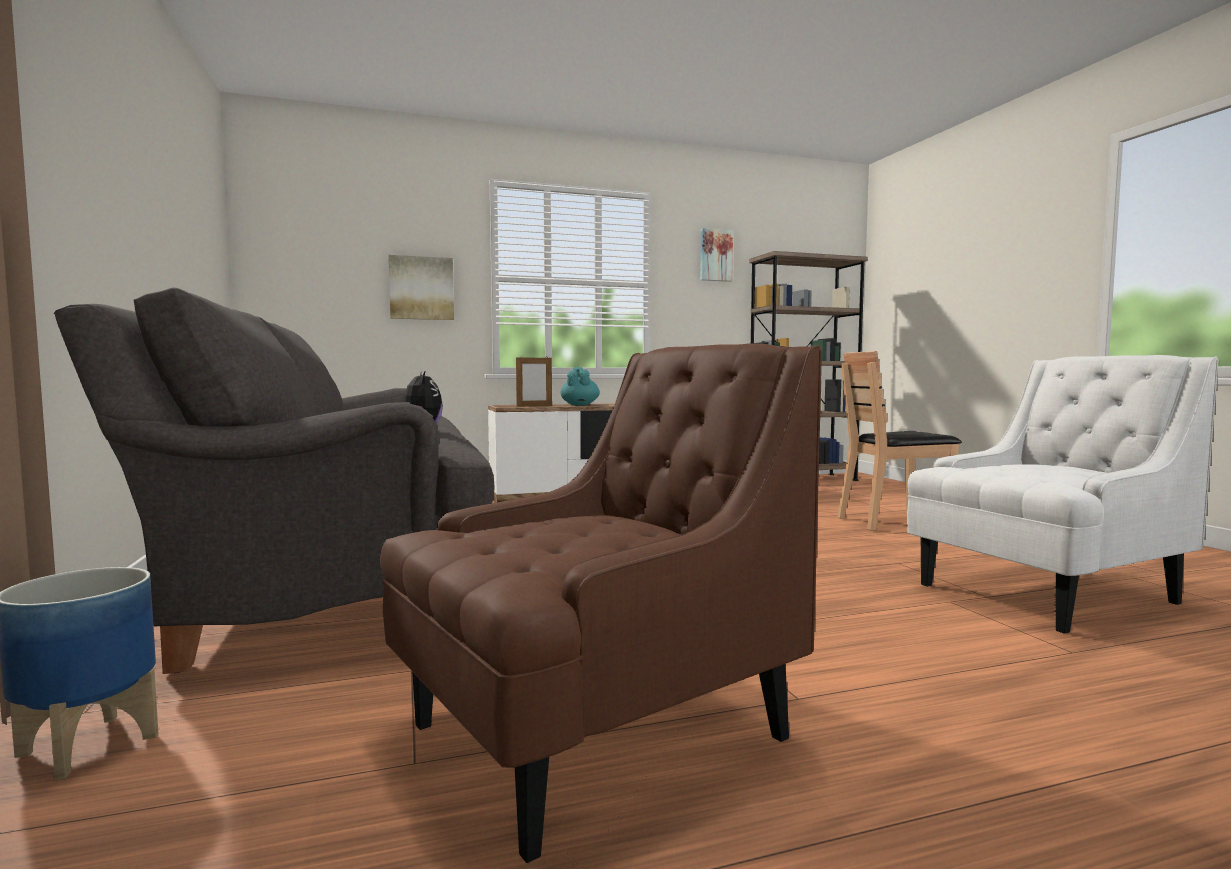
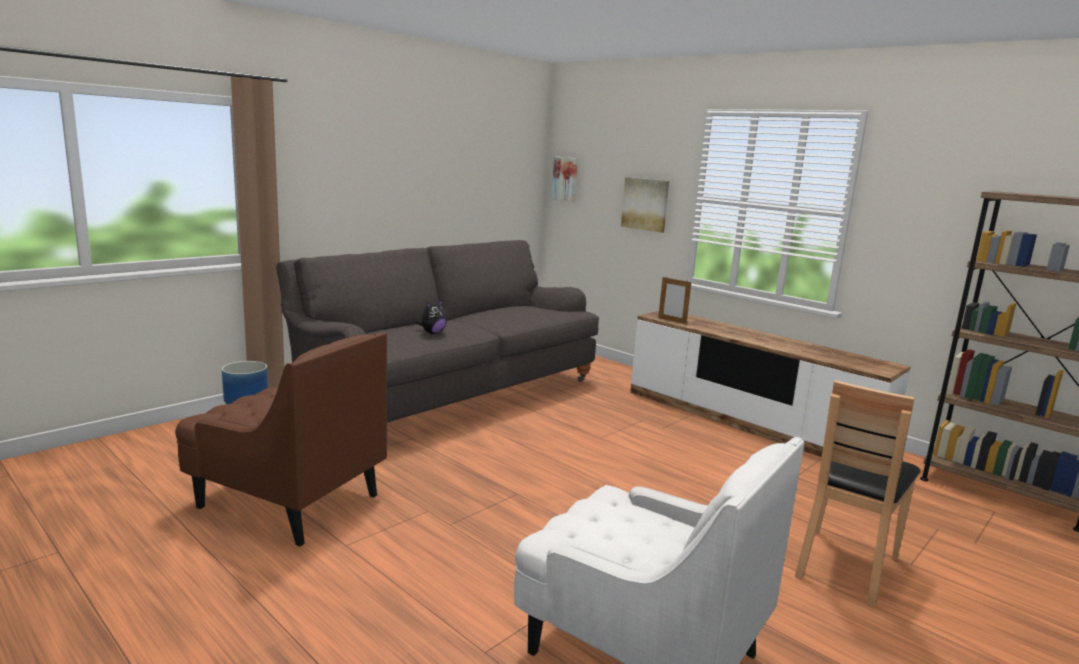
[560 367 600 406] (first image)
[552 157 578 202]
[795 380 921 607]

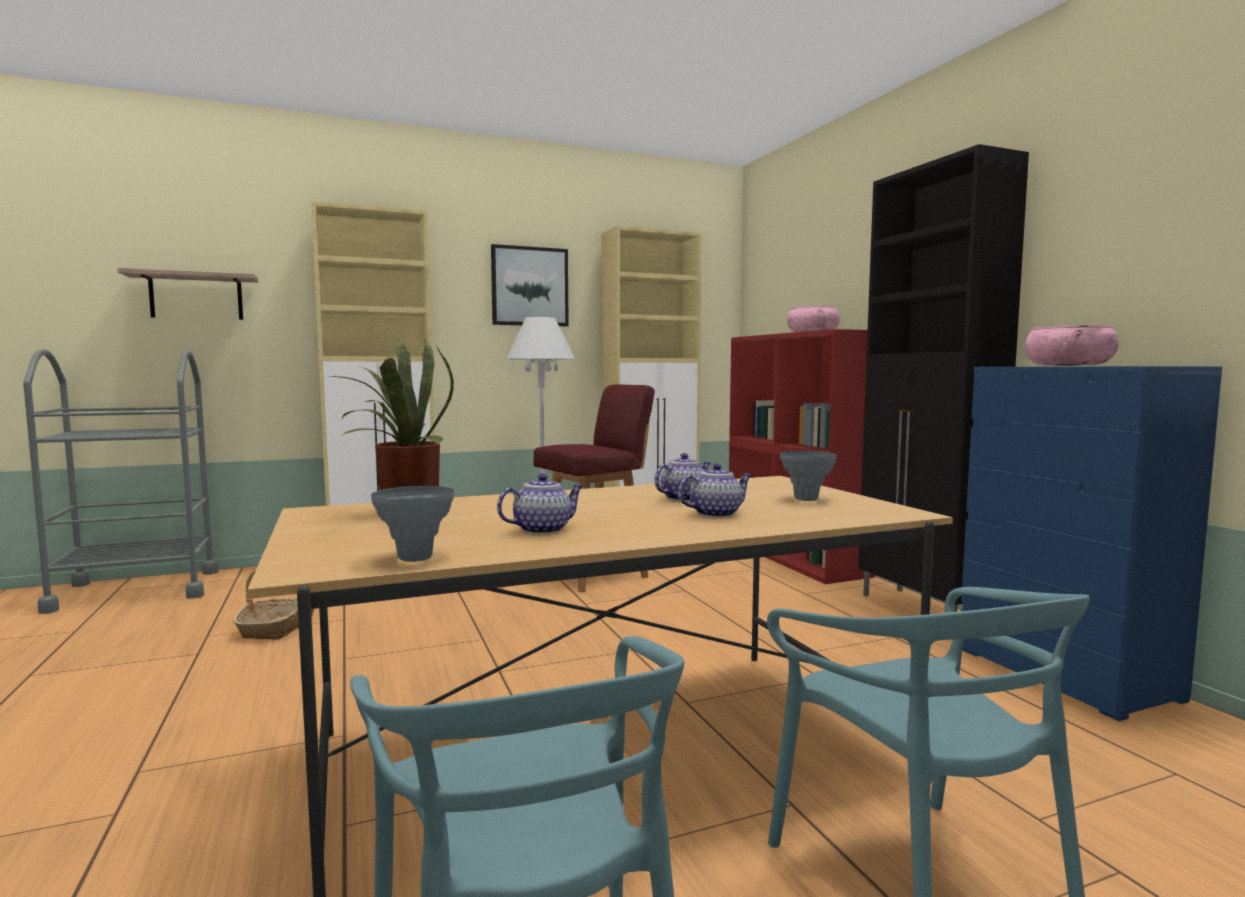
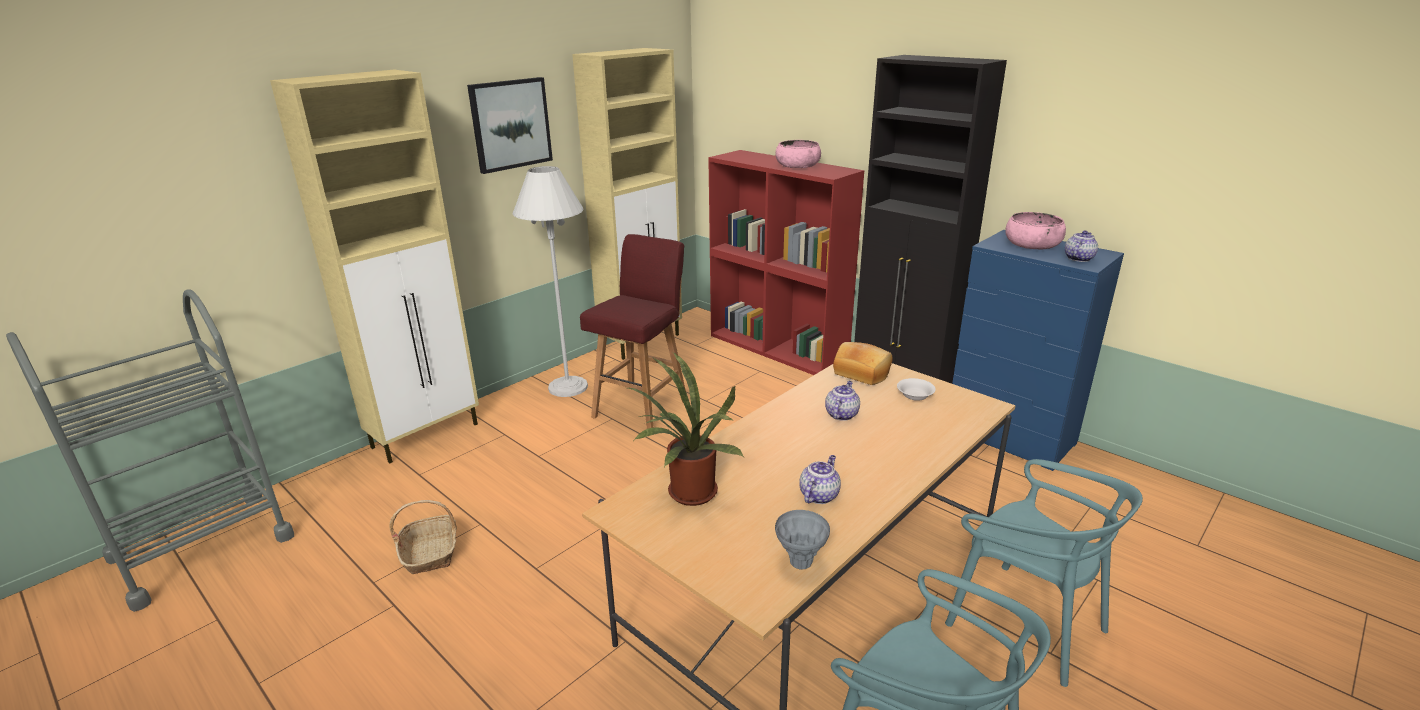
[117 268 258 320] (first image)
[1065 230 1098 262]
[897 378 936 401]
[833 342 893 385]

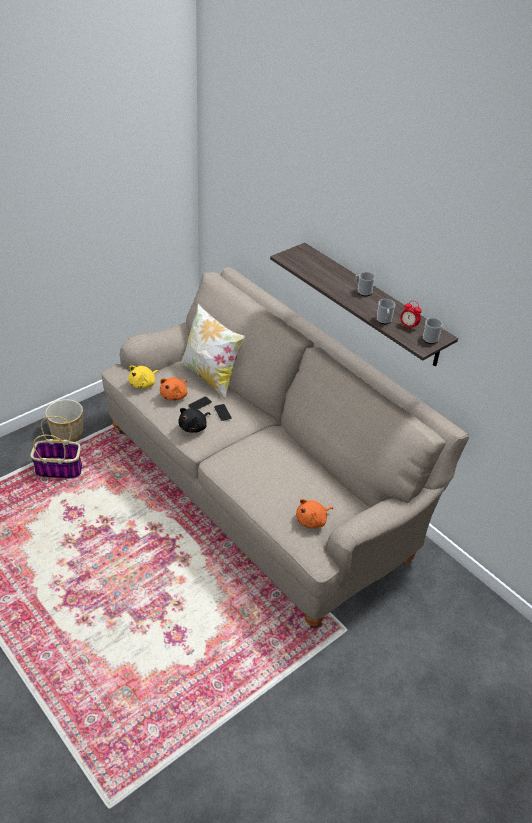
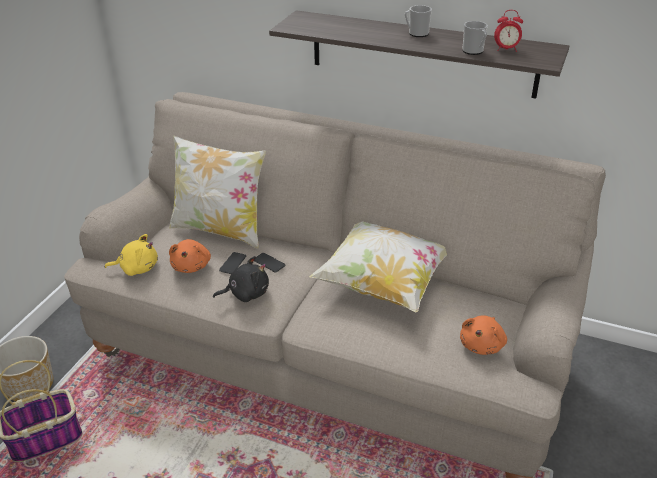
[104 234 158 276]
[213 256 269 302]
[423 318 443 344] (first image)
[309 222 447 312]

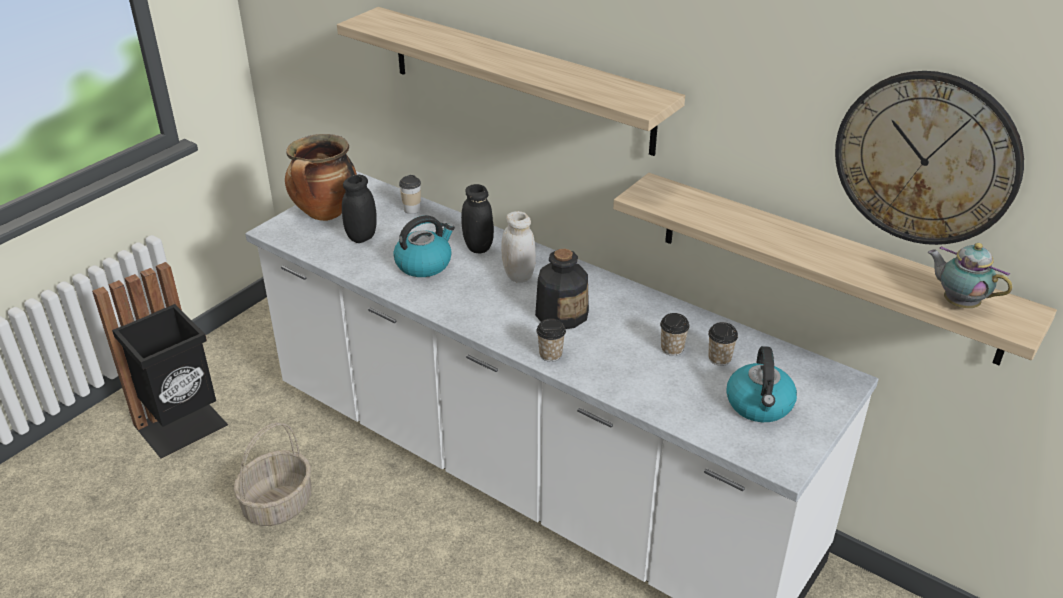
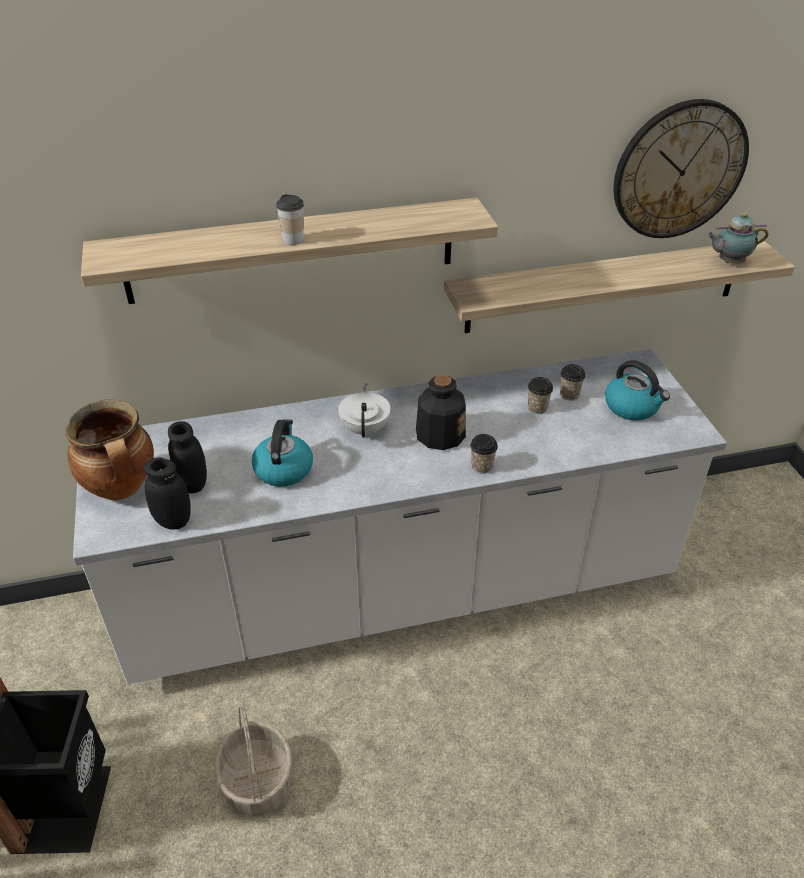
[276 194 304 245]
[144 458 191 530]
[338 384 391 438]

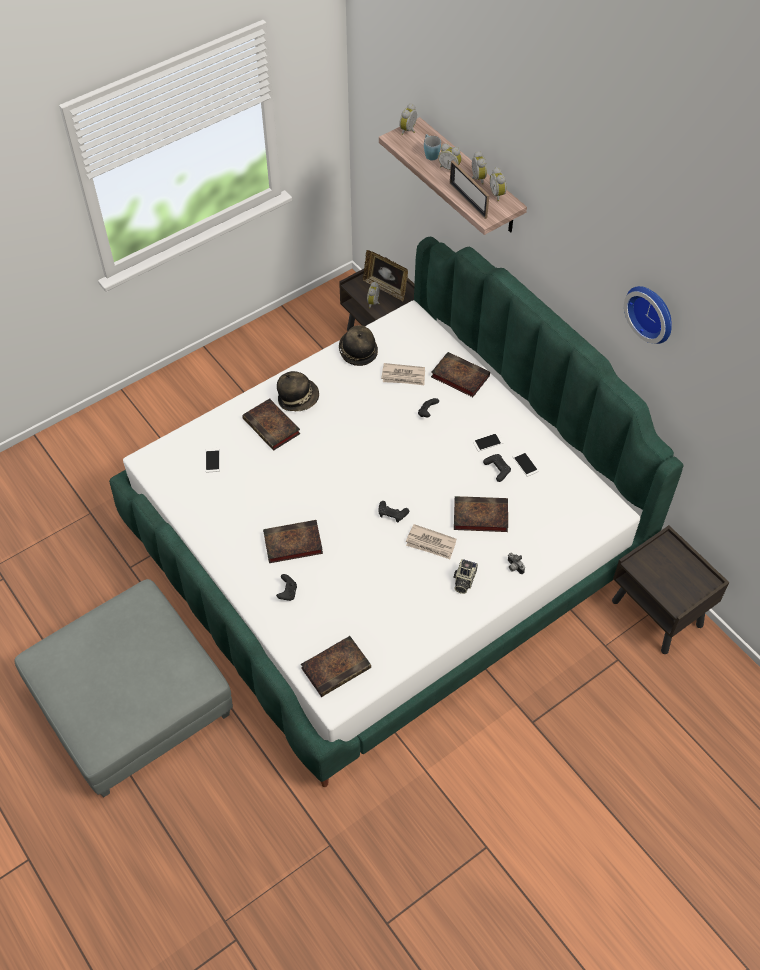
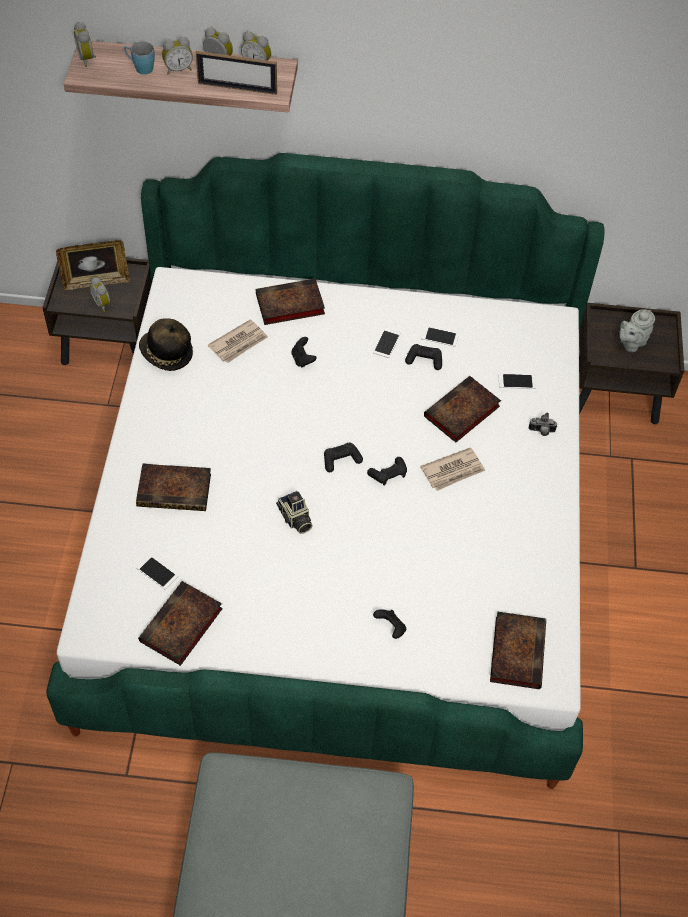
[138 581 223 666]
[277 371 319 411] (first image)
[276 491 313 534]
[624 286 672 344] (first image)
[324 442 363 472]
[498 373 536 389]
[619 309 655 352]

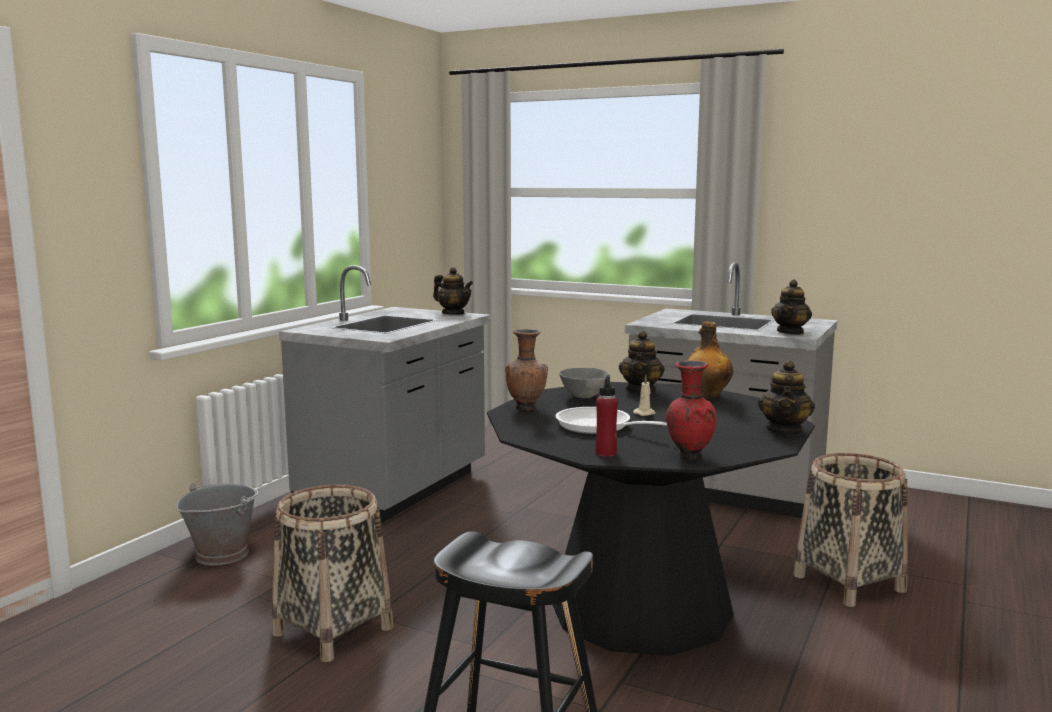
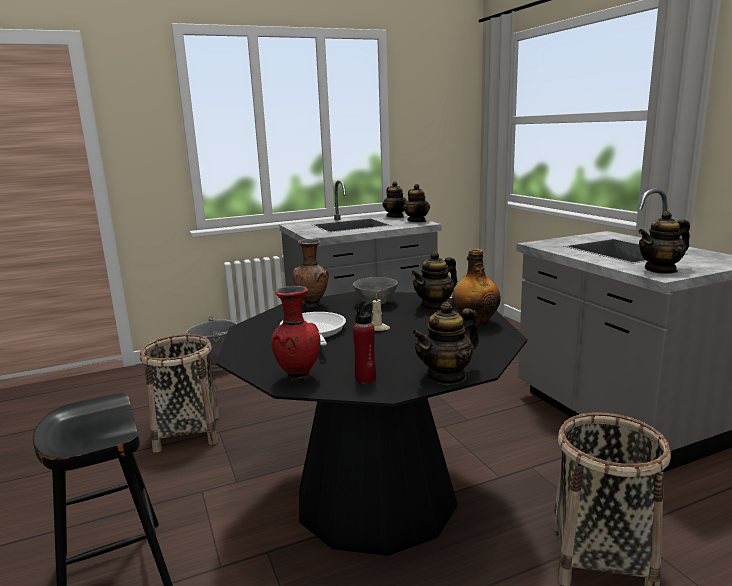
[353 302 376 383]
[383 181 407 218]

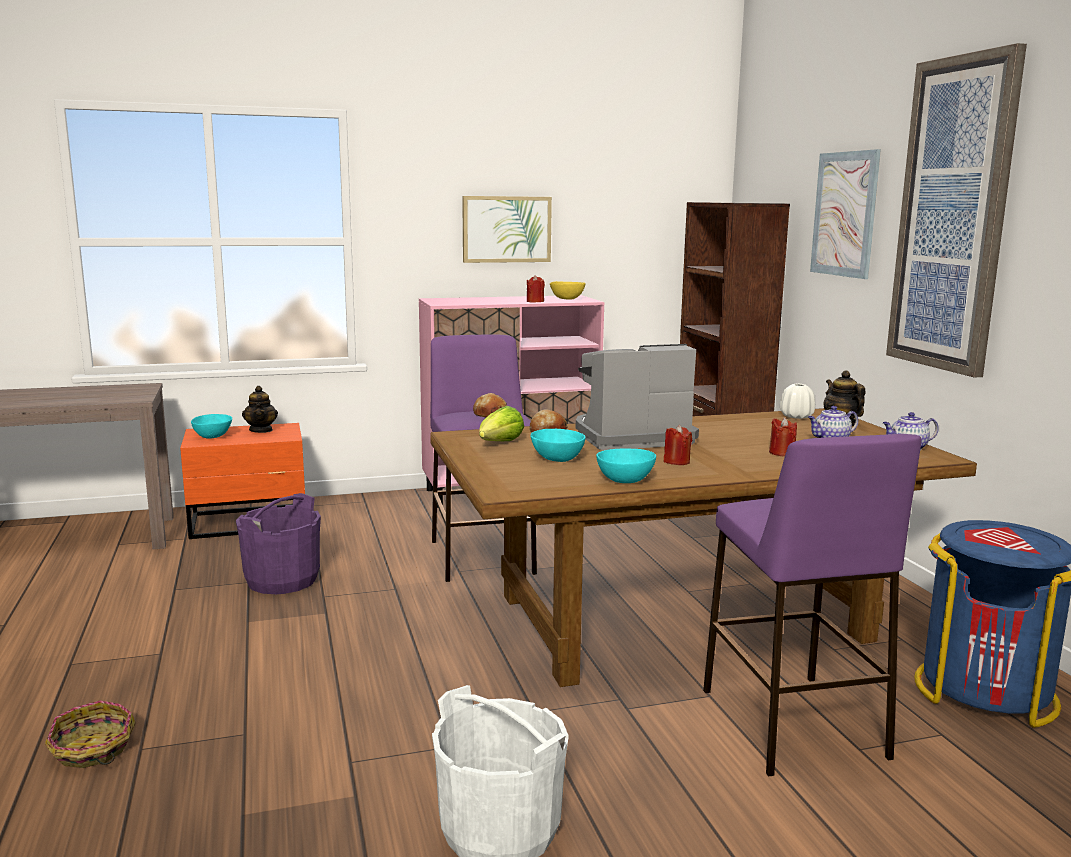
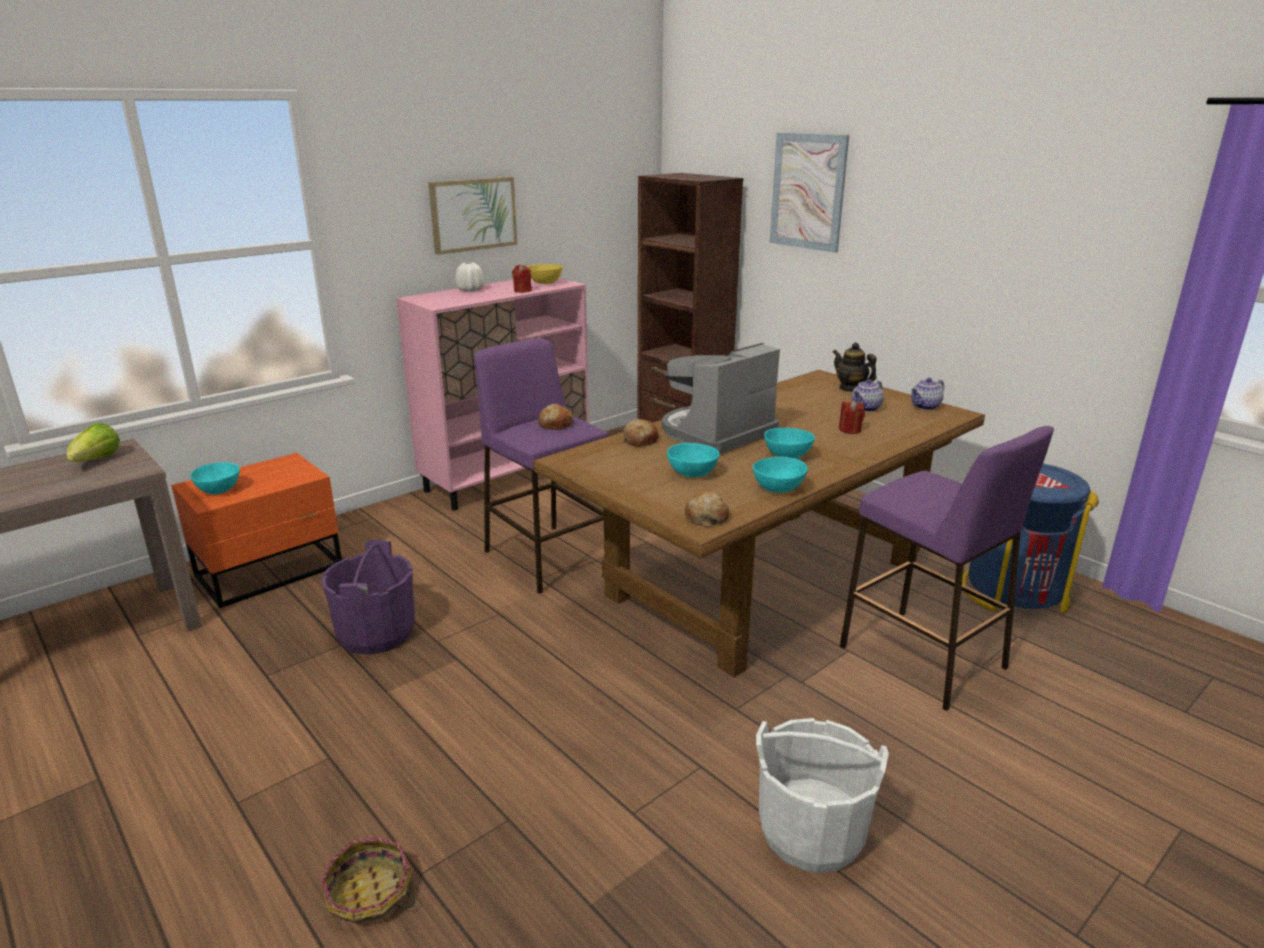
[242 386 278 433] (first image)
[67 423 120 462]
[764 428 815 459]
[455 262 484 292]
[886 43 1027 378] (first image)
[685 491 729 527]

